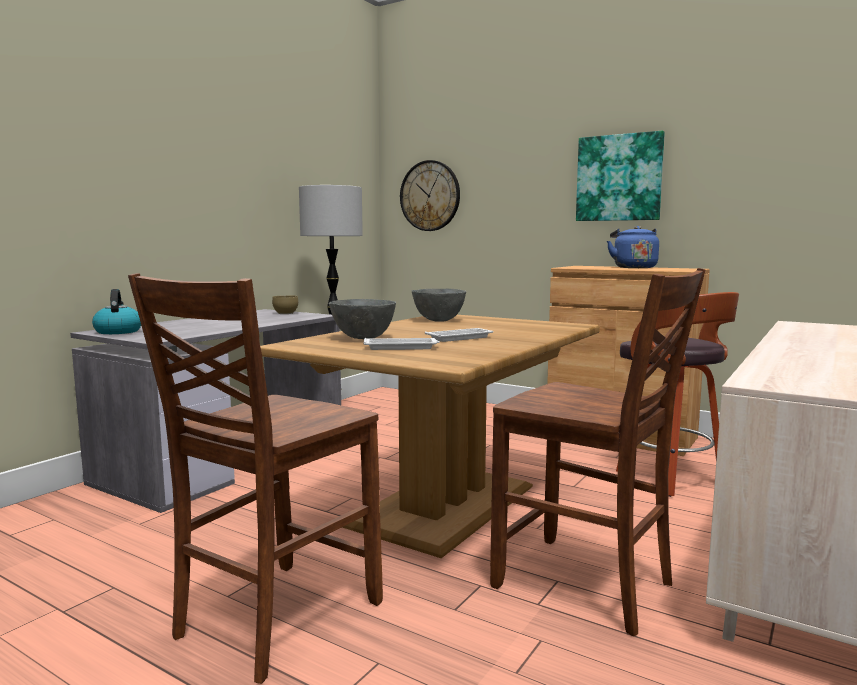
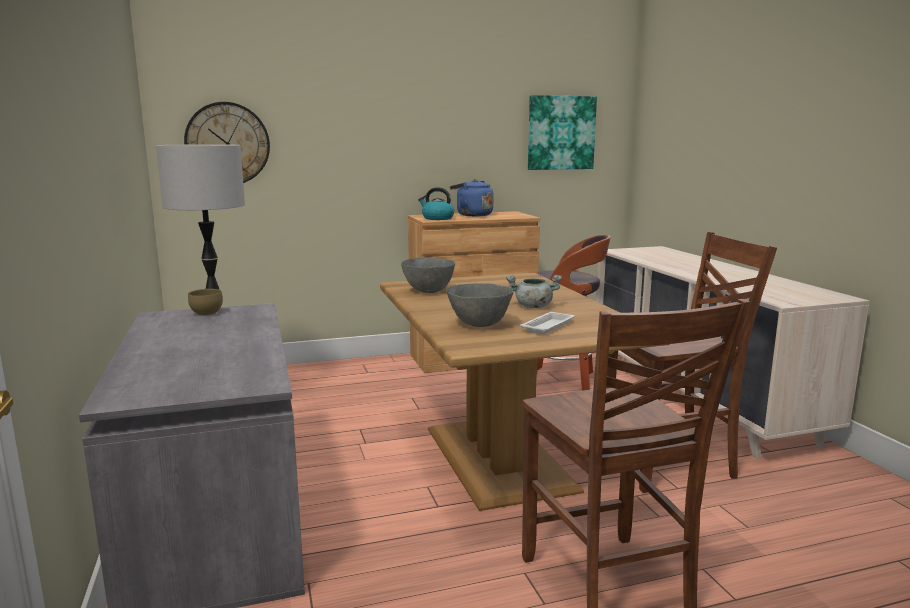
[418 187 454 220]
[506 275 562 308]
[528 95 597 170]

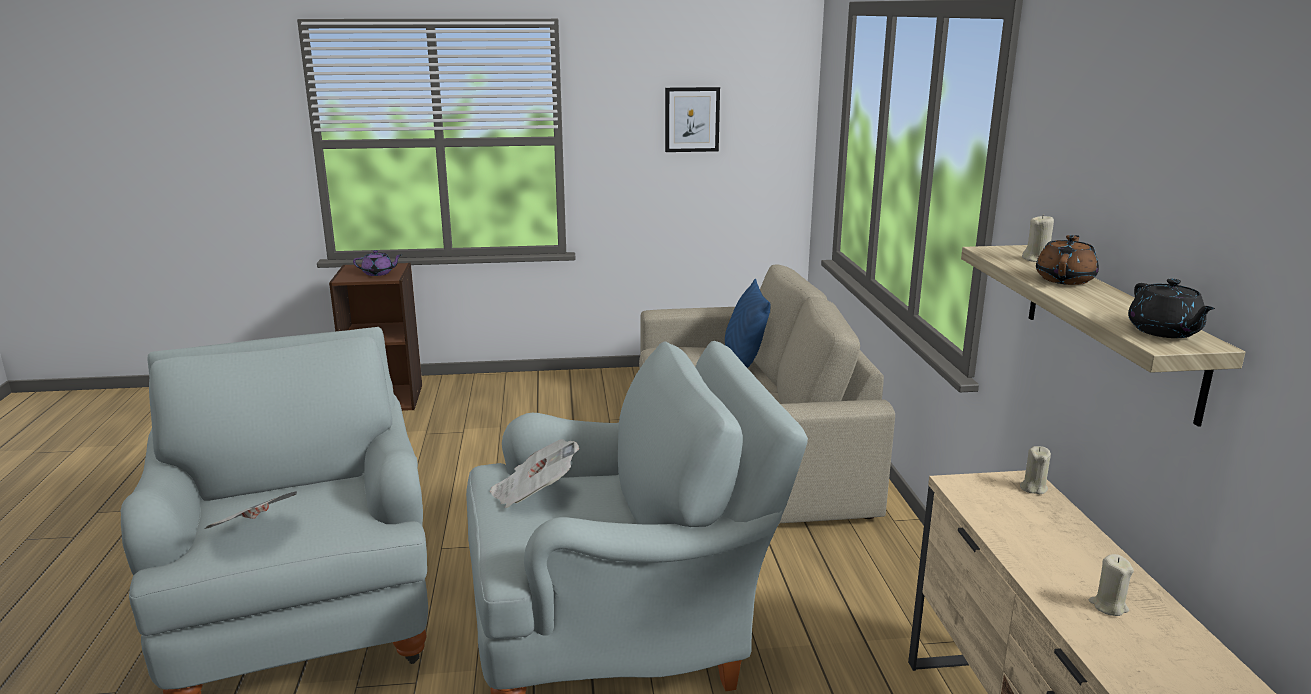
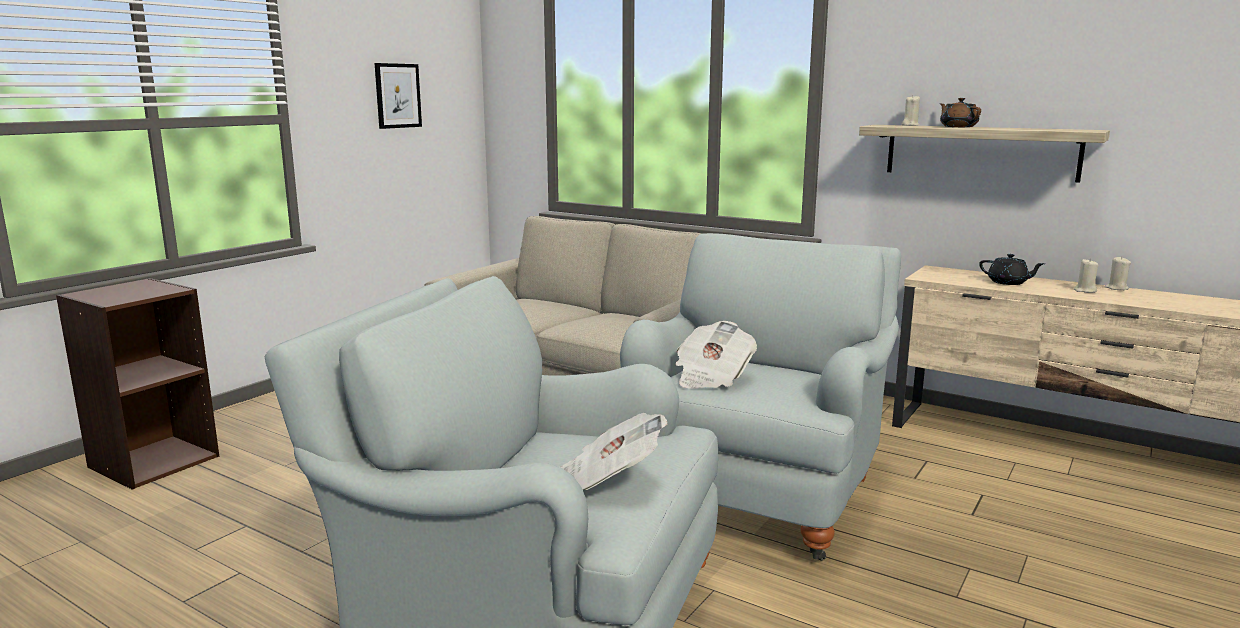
[353 250 402 276] (first image)
[725 279 770 368] (first image)
[1104 256 1131 290]
[979 254 1045 285]

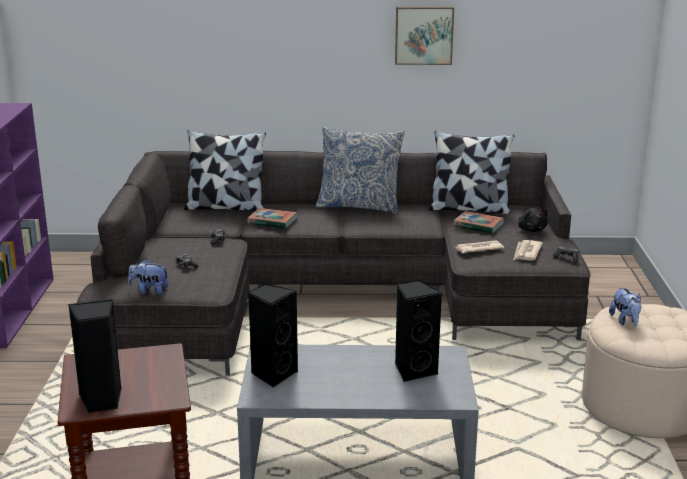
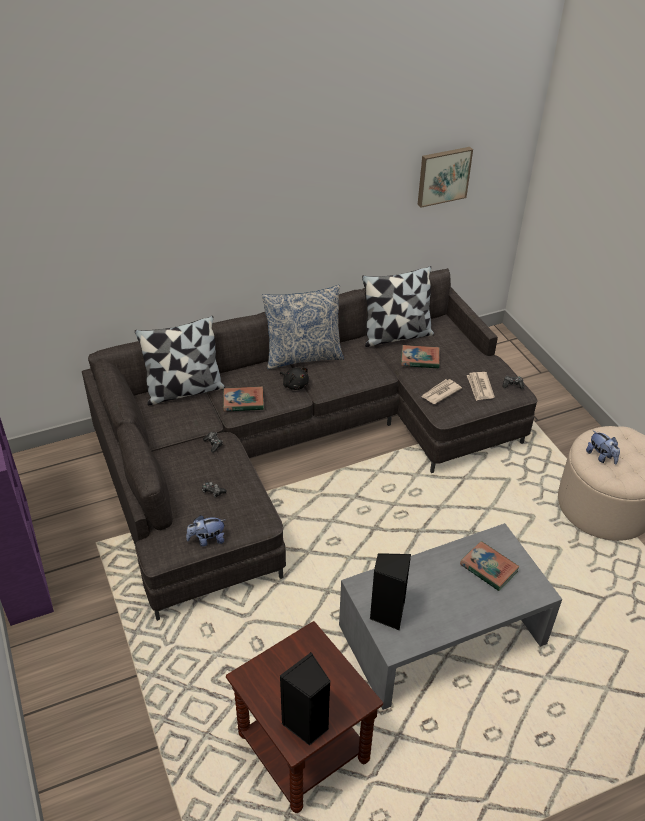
[417 147 473 208]
[460 541 520 591]
[280 367 309 390]

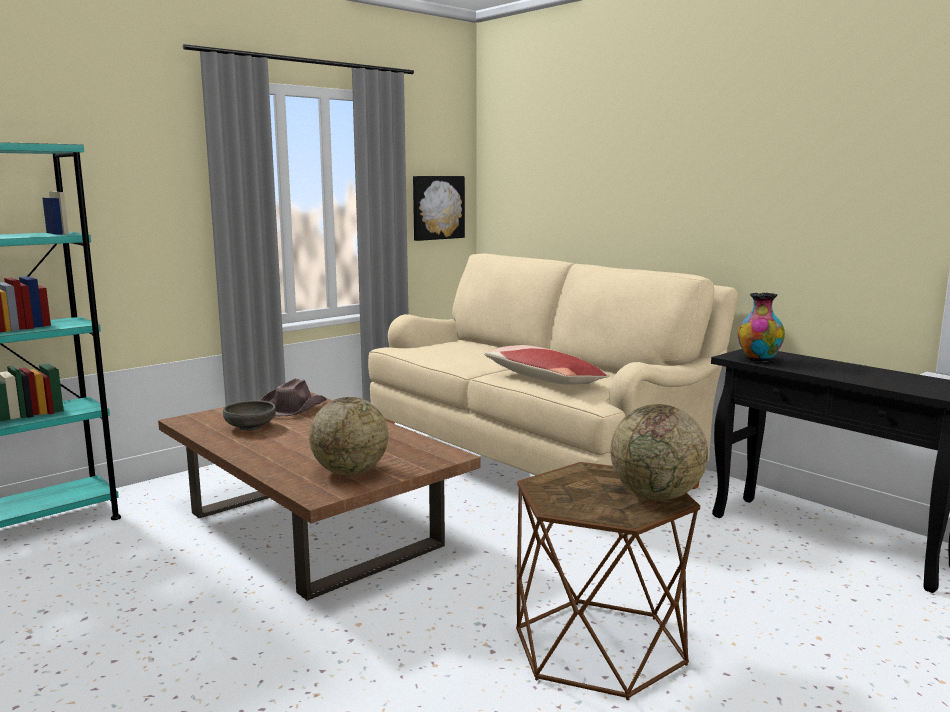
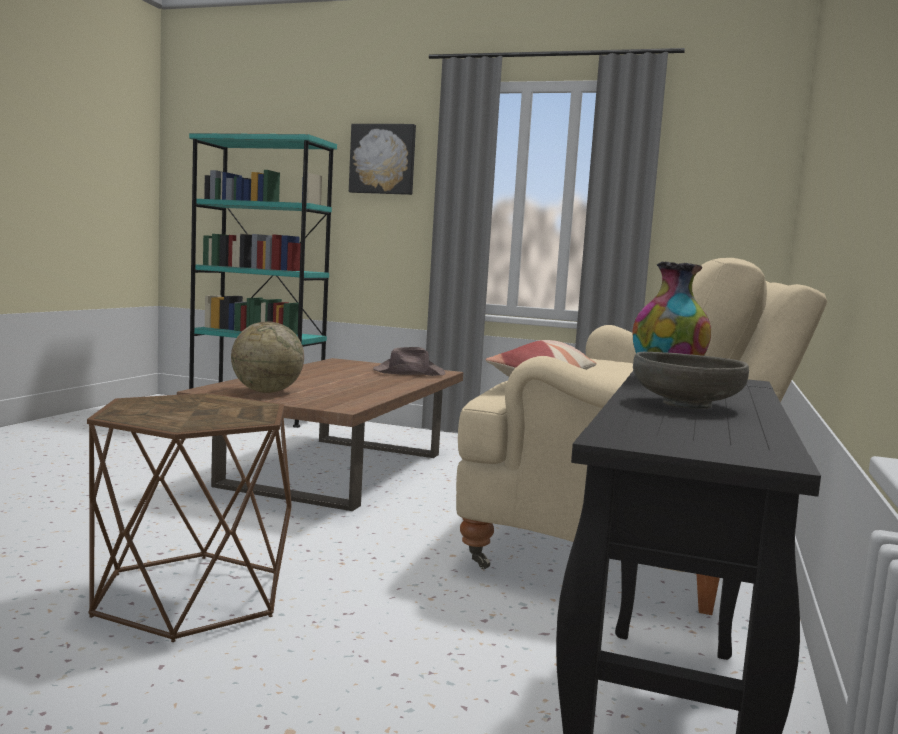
[633 352 749 409]
[349 124 416 195]
[610 404 708 500] (first image)

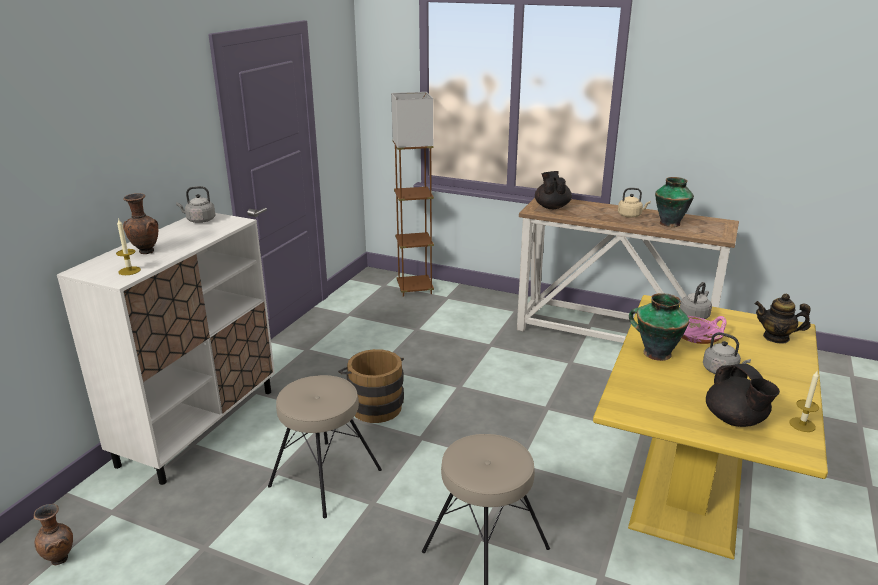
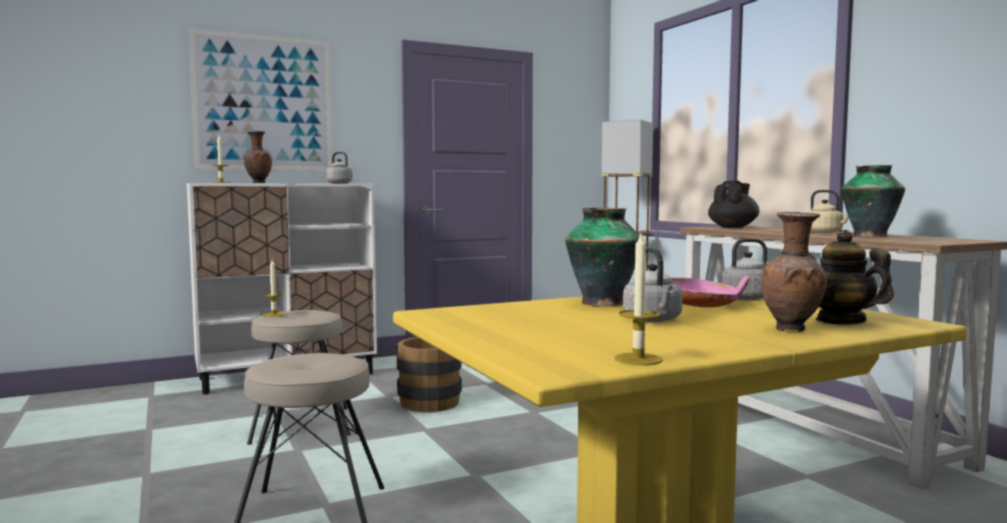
[761 212 827 332]
[706 364 780 427] (first image)
[189 28 332 171]
[263 260 285 317]

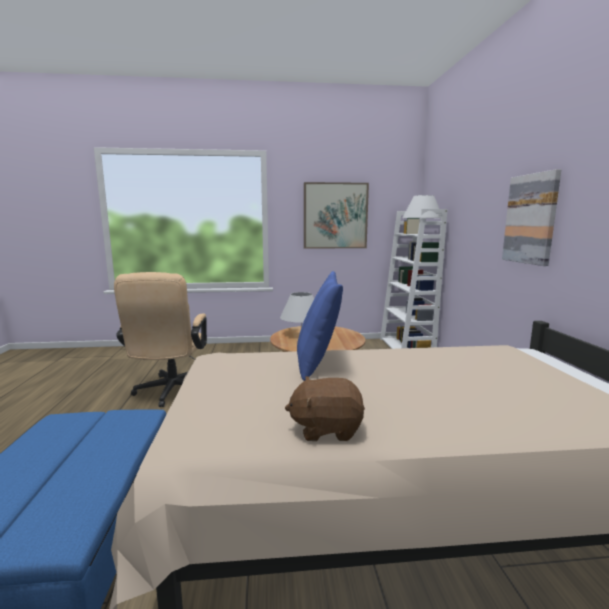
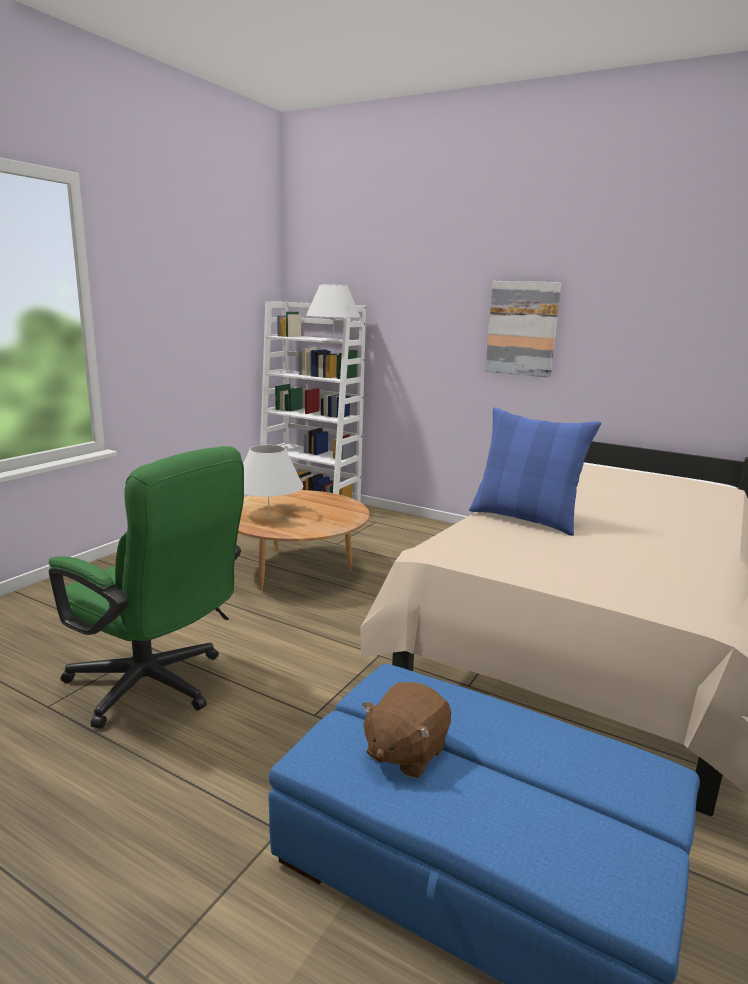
[49 446 244 729]
[362 682 451 778]
[304 182 369 249] (first image)

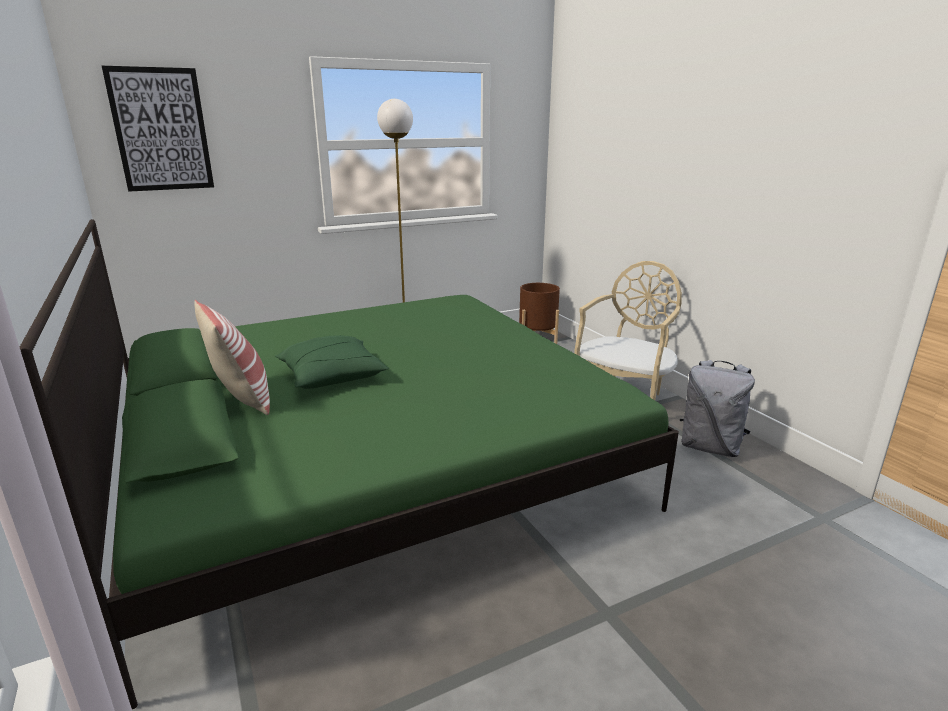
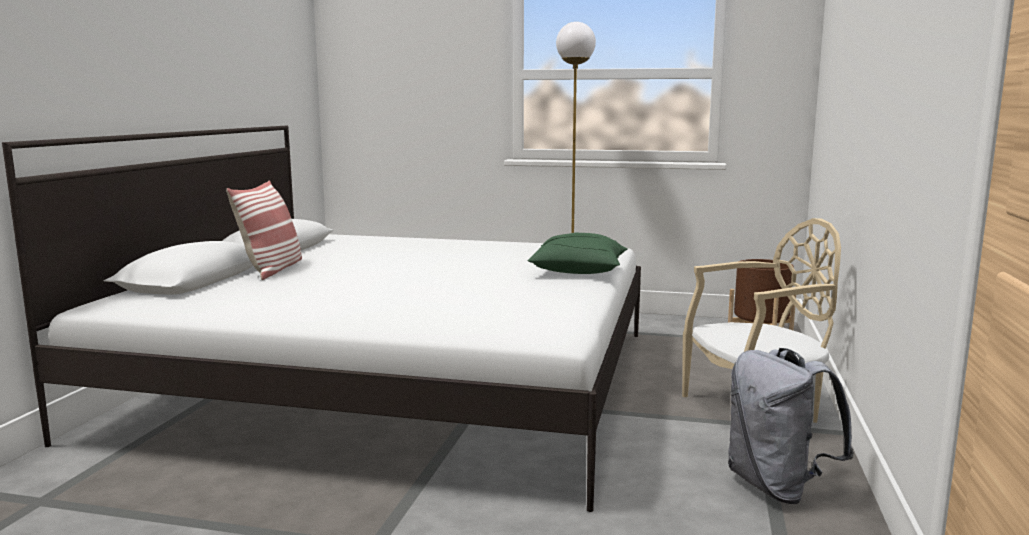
[2 125 641 512]
[102 66 214 192] (first image)
[528 233 628 274]

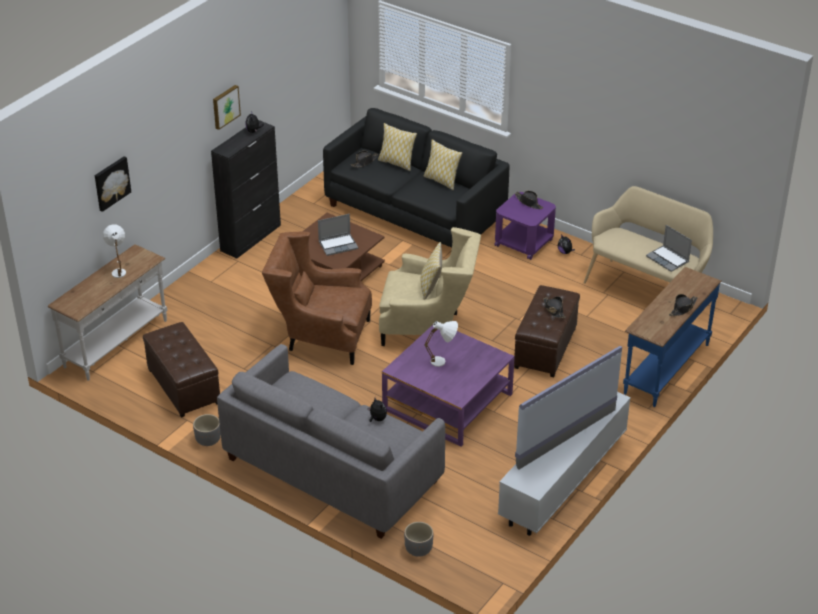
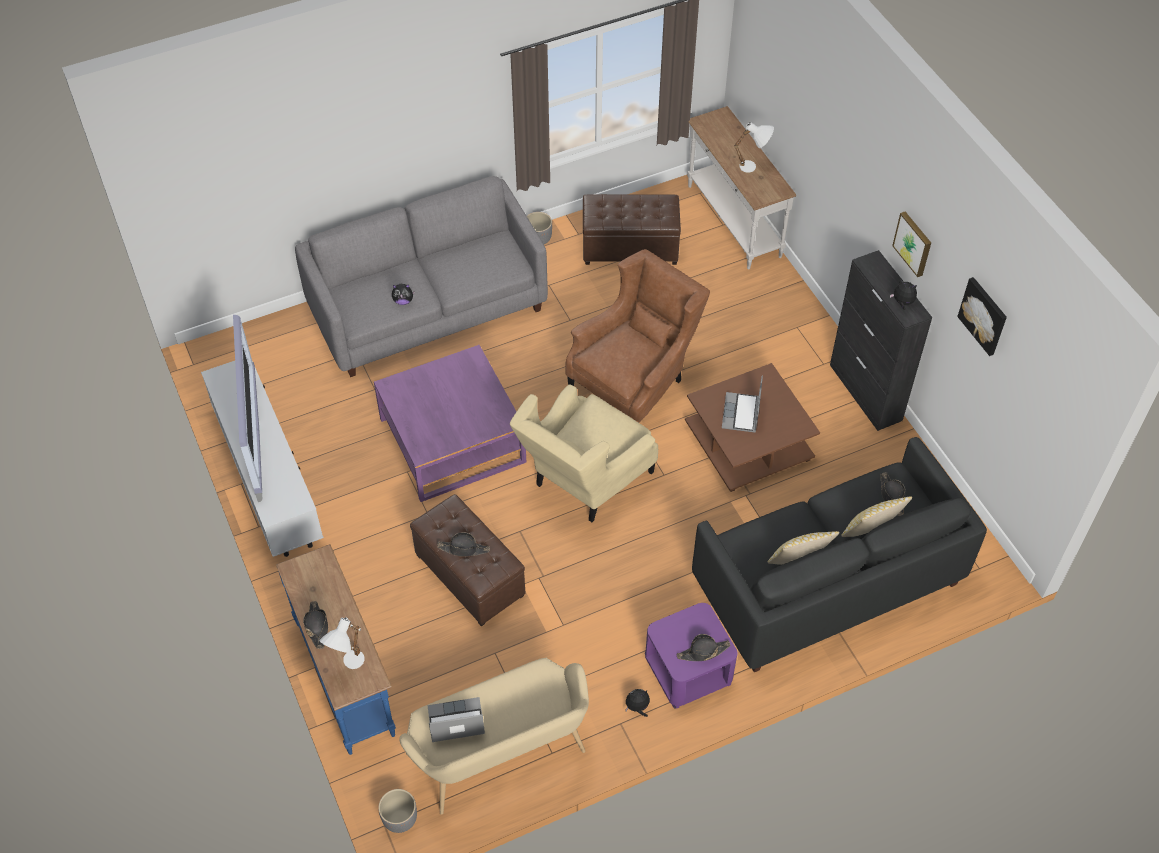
[957 277 1007 356]
[378 789 417 833]
[421 242 442 300] (first image)
[319 617 365 669]

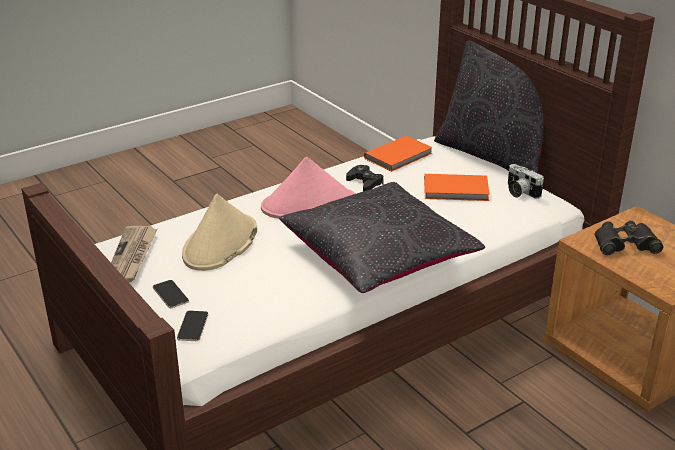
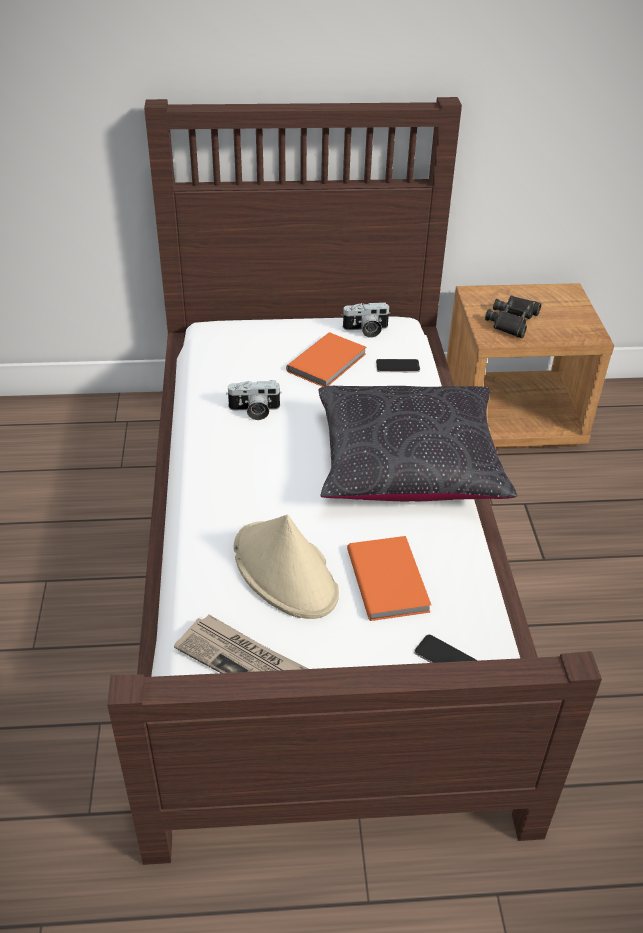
[376 359 420 372]
[261 157 356 219] (first image)
[226 380 282 420]
[347 536 431 621]
[434 41 574 173] (first image)

